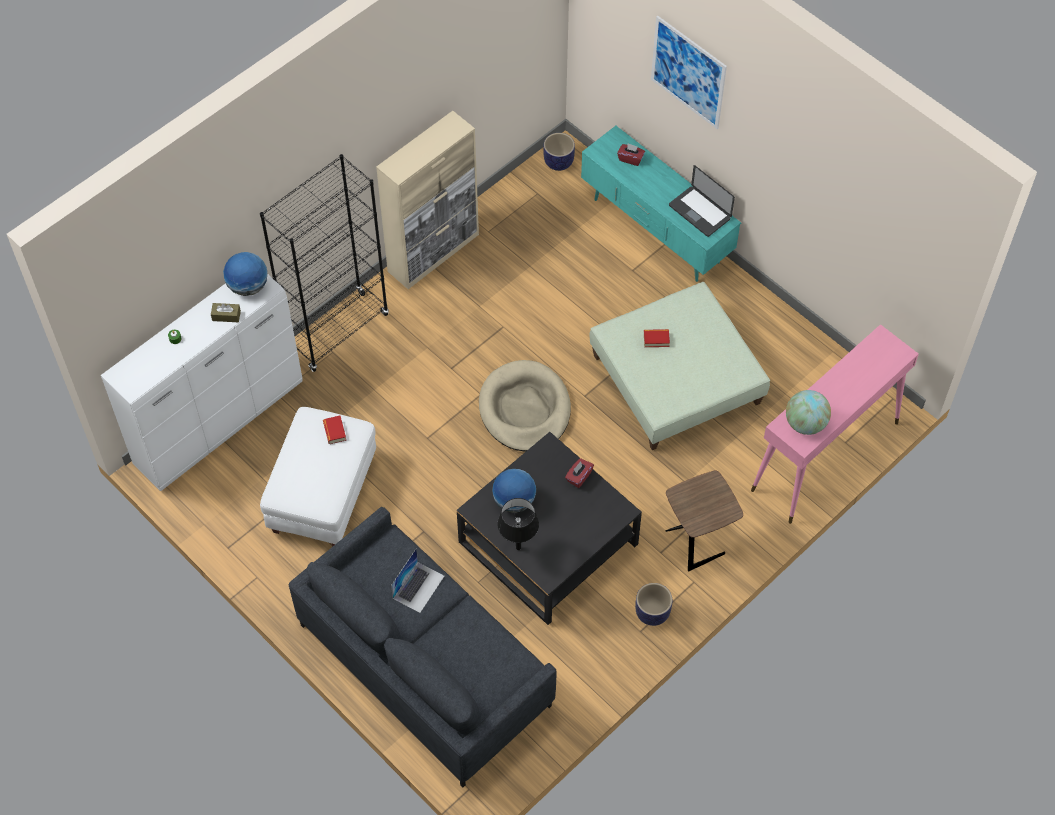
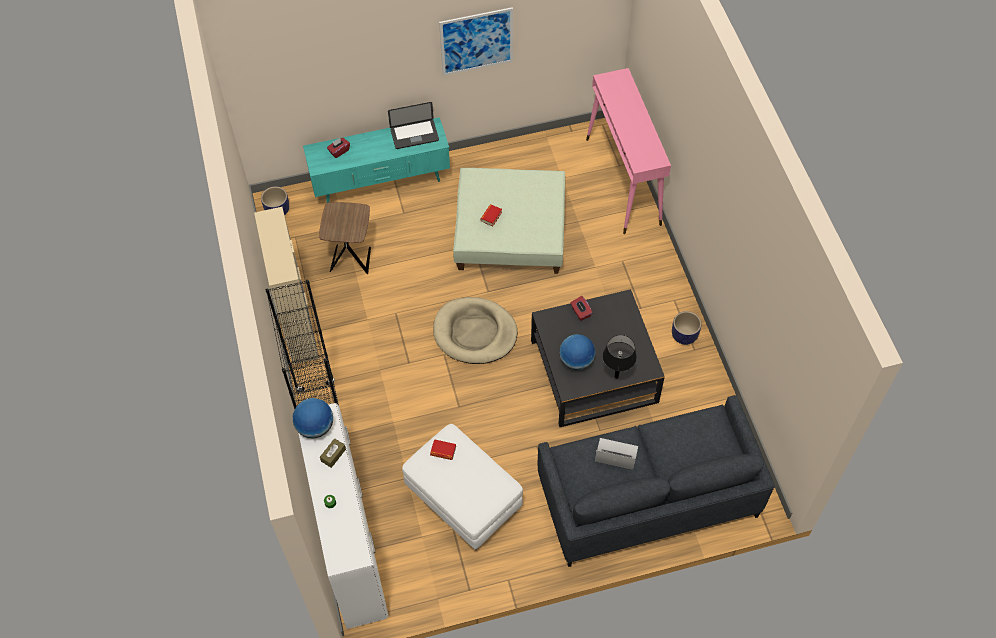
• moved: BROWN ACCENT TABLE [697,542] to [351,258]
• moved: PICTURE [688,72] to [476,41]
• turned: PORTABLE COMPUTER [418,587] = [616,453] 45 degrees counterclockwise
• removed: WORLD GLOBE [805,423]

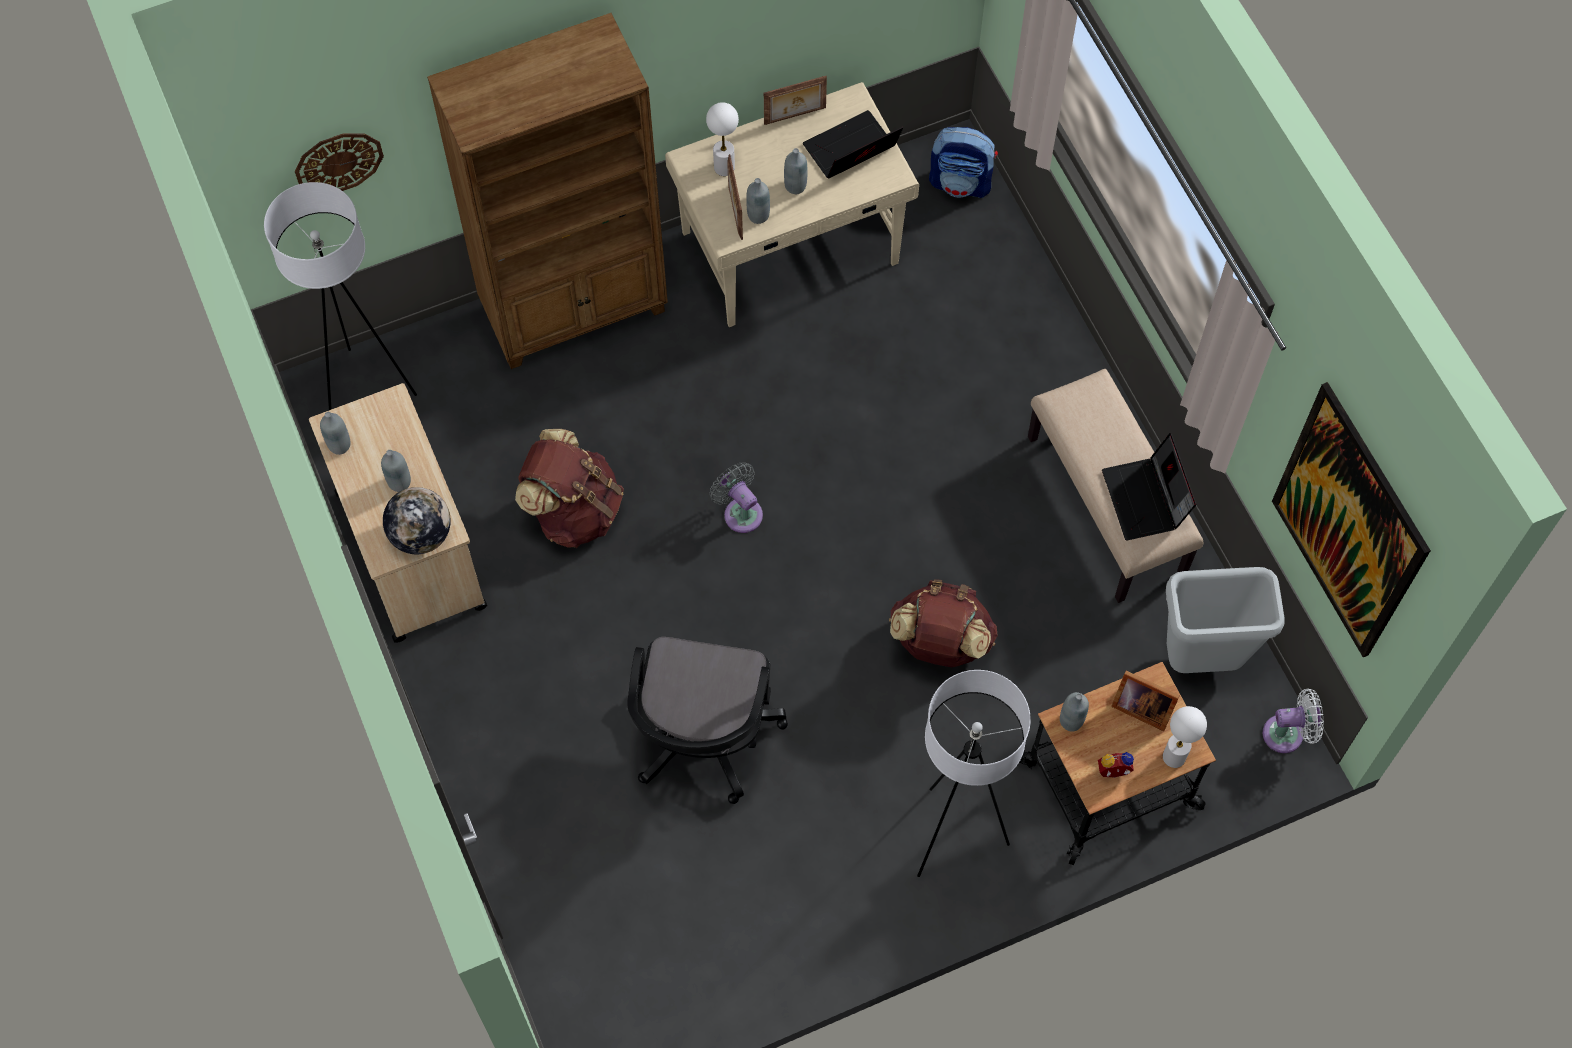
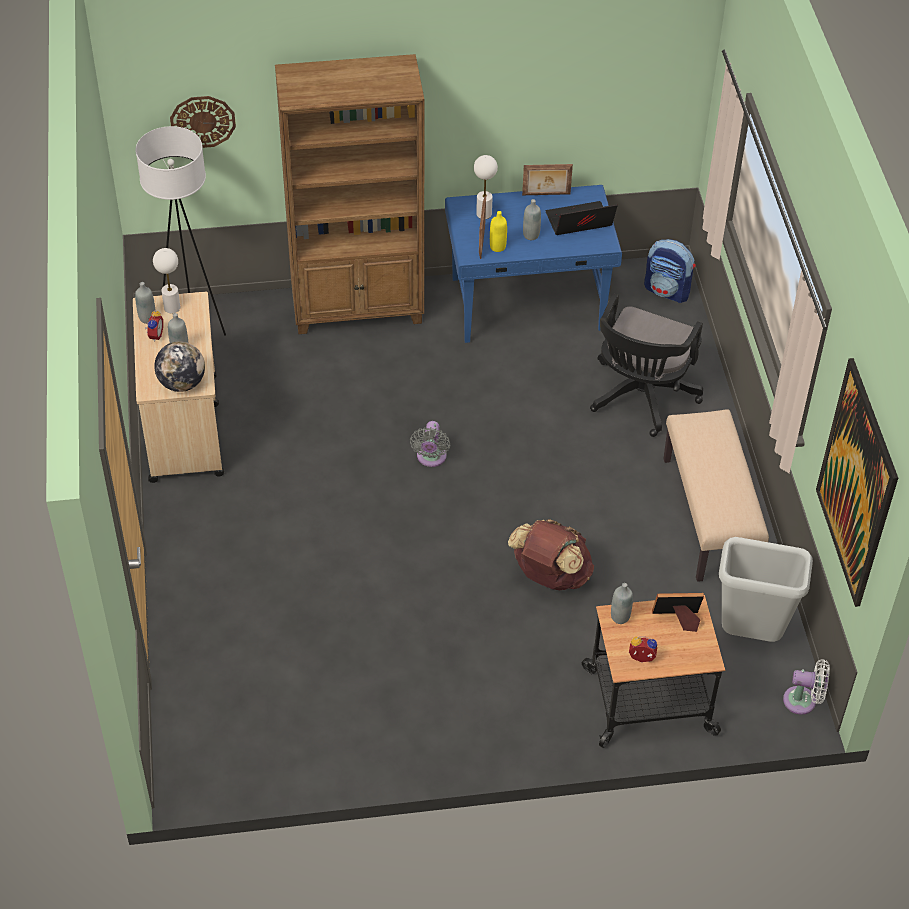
• added: BEDSIDE CLOCK [154,335]
• moved: WHITE-COLOURED TABLE LAMP [1173,756] to [172,307]
• turned: GRAY FAN [740,512] = [431,458] 150 degrees counterclockwise
• recoloured: BEIGE DESK UNIT [792,249] to BLUE-COLOURED DESK UNIT [528,305]
• recoloured: GRAY BOTTLE [758,215] to YELLOW BOTTLE [497,247]
• moved: BLACK-COLOURED DESK CHAIR [702,740] to [640,398]
• turned: STANDING FRAME [1140,706] = [677,620] 135 degrees clockwise
• removed: BROWN KNAPSACK [574,510]
• removed: WHITE-COLOURED STANDARD LAMP [954,836]
• removed: PORTABLE COMPUTER [1146,500]

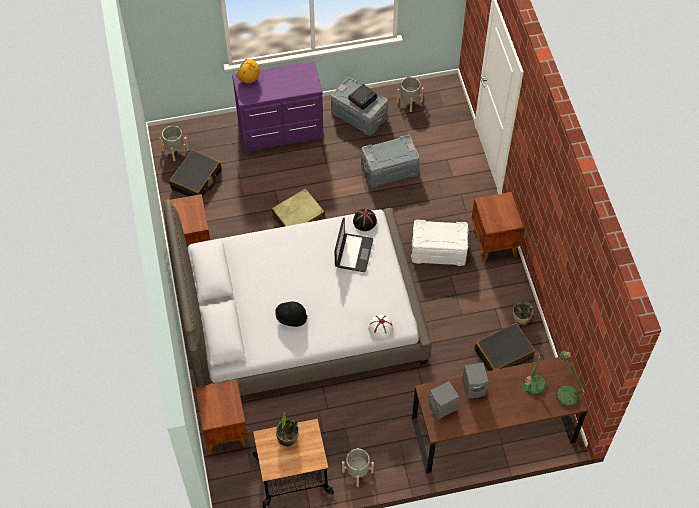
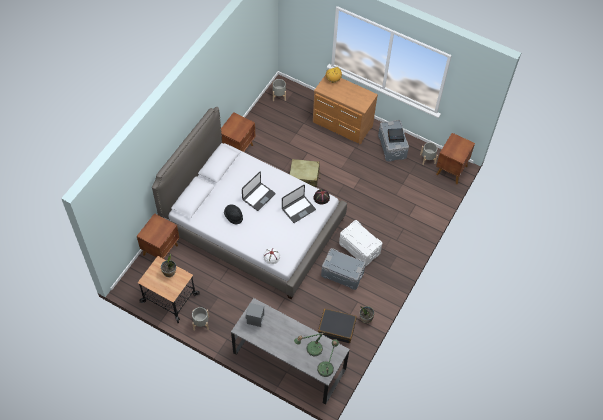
• recoloured: BROWN DESK UNIT [493,430] to GRAY DESK UNIT [289,361]
• added: PORTABLE COMPUTER [258,196]
• recoloured: PURPLE CHEST OF DRAWERS [281,132] to BROWN CHEST OF DRAWERS [342,125]
• moved: GRAY STORAGE CONTAINER [390,170] to [342,274]
• moved: BROWN NIGHTSTAND [494,244] to [451,170]
• removed: BLACK-COLOURED TRAVEL CASE [196,180]
• removed: GRAY AUDIO SPEAKER [474,387]

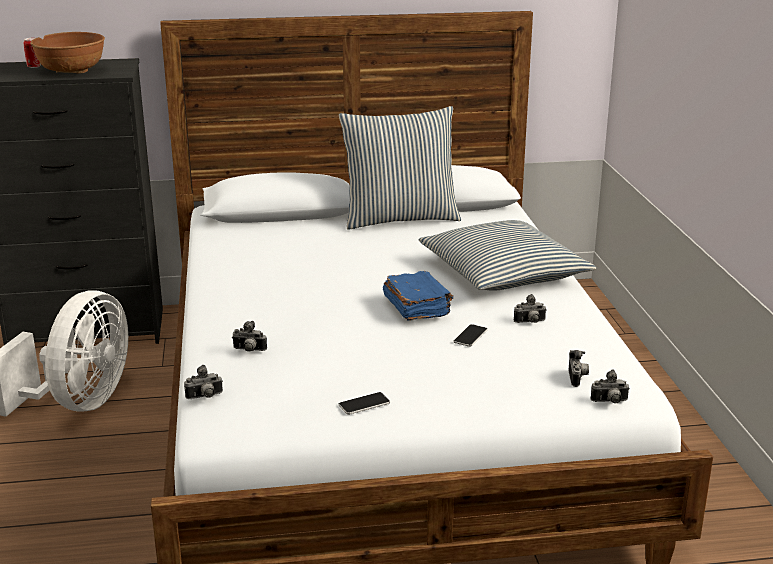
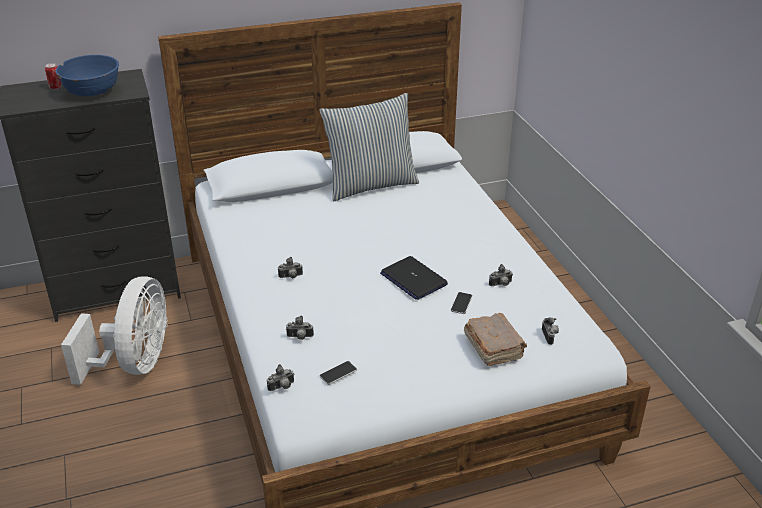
• recoloured: BROWN DEEP DISH [71,71] to BLUE-COLOURED DEEP DISH [92,92]
• moved: PHOTO CAMERA [610,402] to [291,277]
• moved: HANDSET [364,404] to [338,373]
• replaced: BLUE-COLOURED BOUND BOOK [417,307] to PORTABLE COMPUTER [413,279]
• added: BROWN BOUND BOOK [493,347]
• removed: CUSHION [503,272]

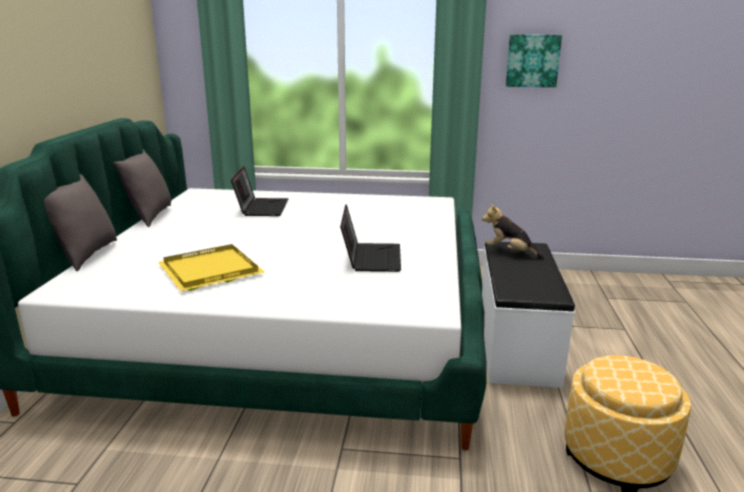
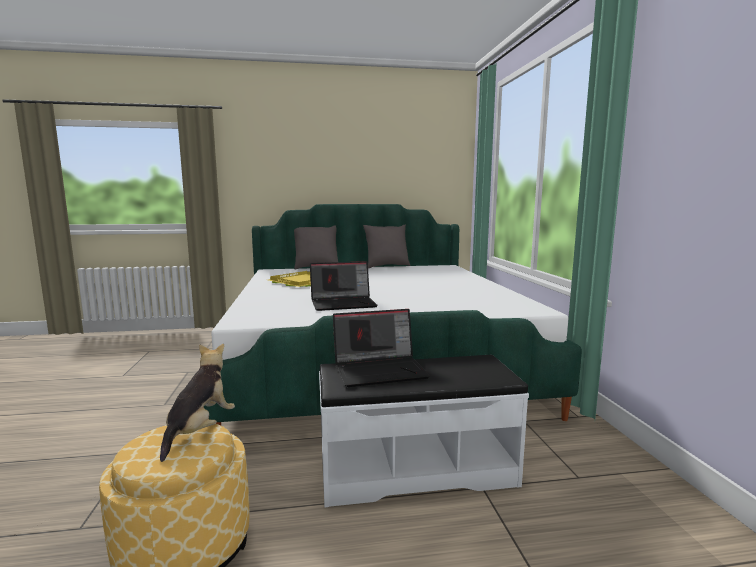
• moved: PLUSH TOY [510,252] to [200,430]
• moved: PORTABLE COMPUTER [261,207] to [380,370]
• removed: PICTURE [532,60]

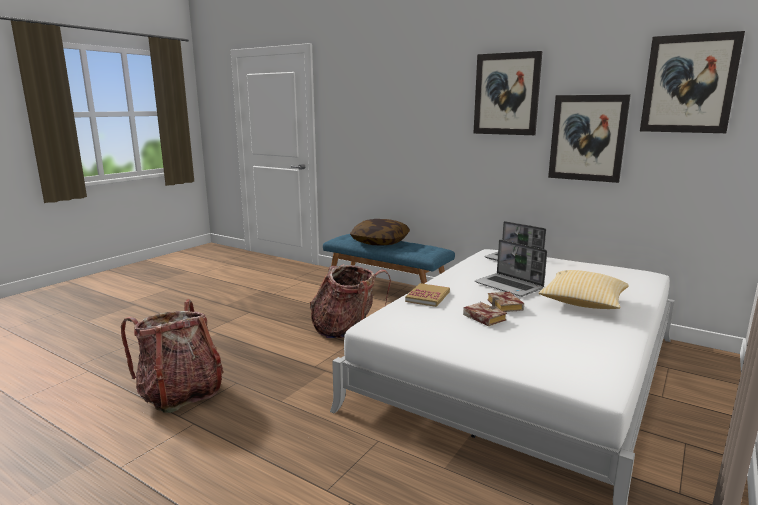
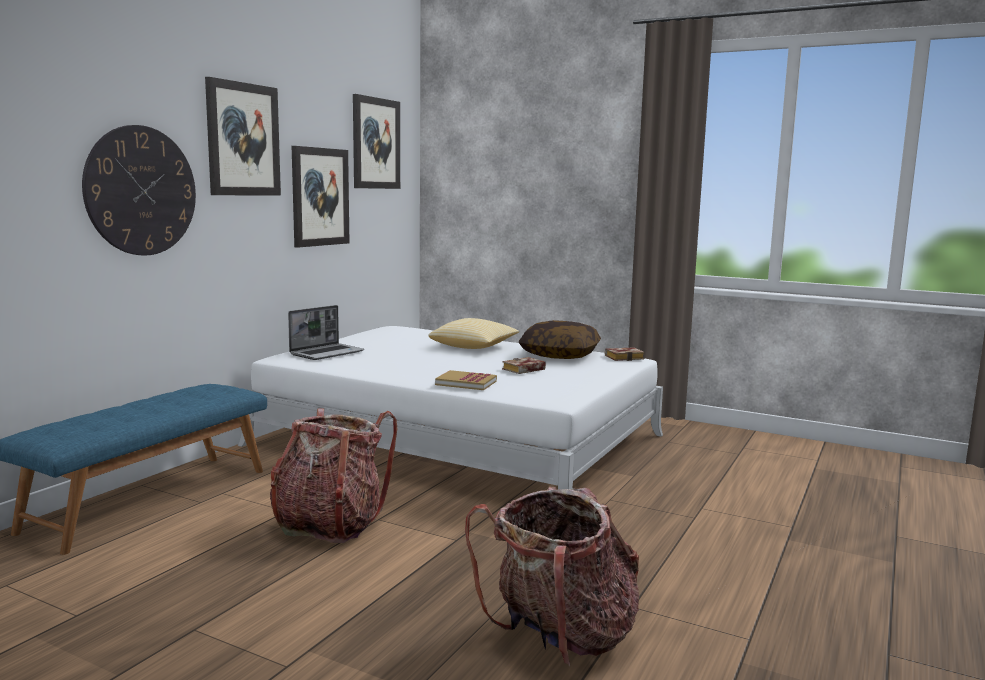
• added: HANGING CLOCK [141,191]
• moved: CUSHION [380,242] to [559,355]
• moved: BOUND BOOK [506,306] to [625,357]
• removed: PORTABLE COMPUTER [509,286]

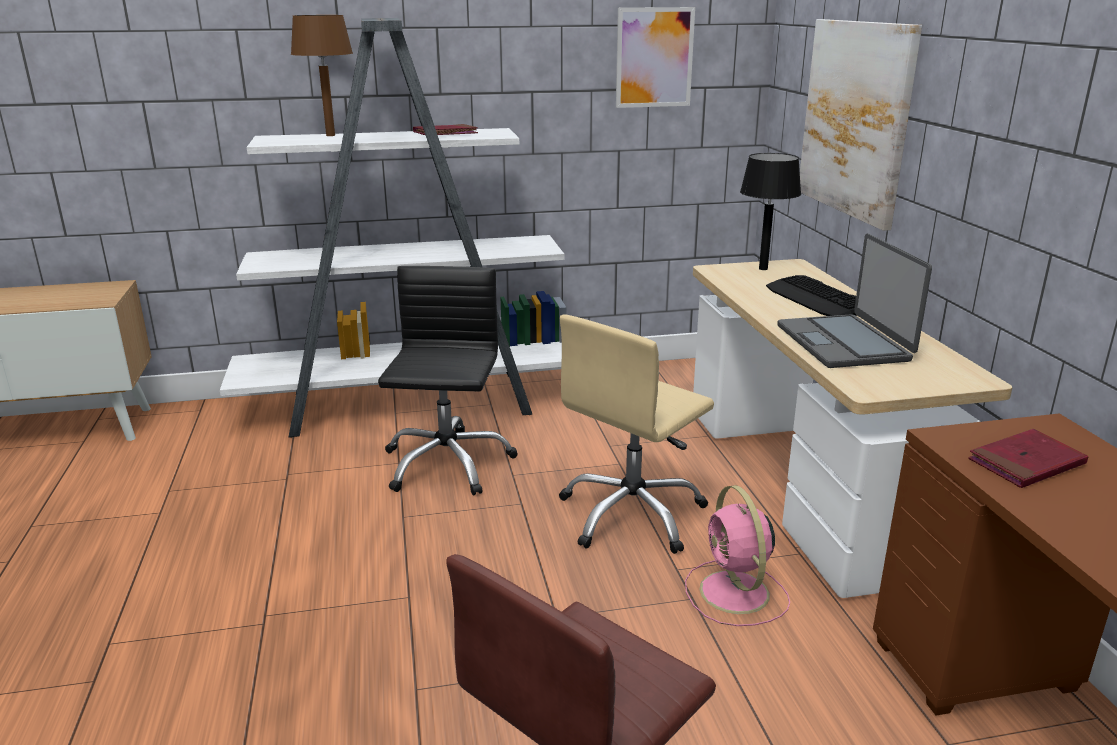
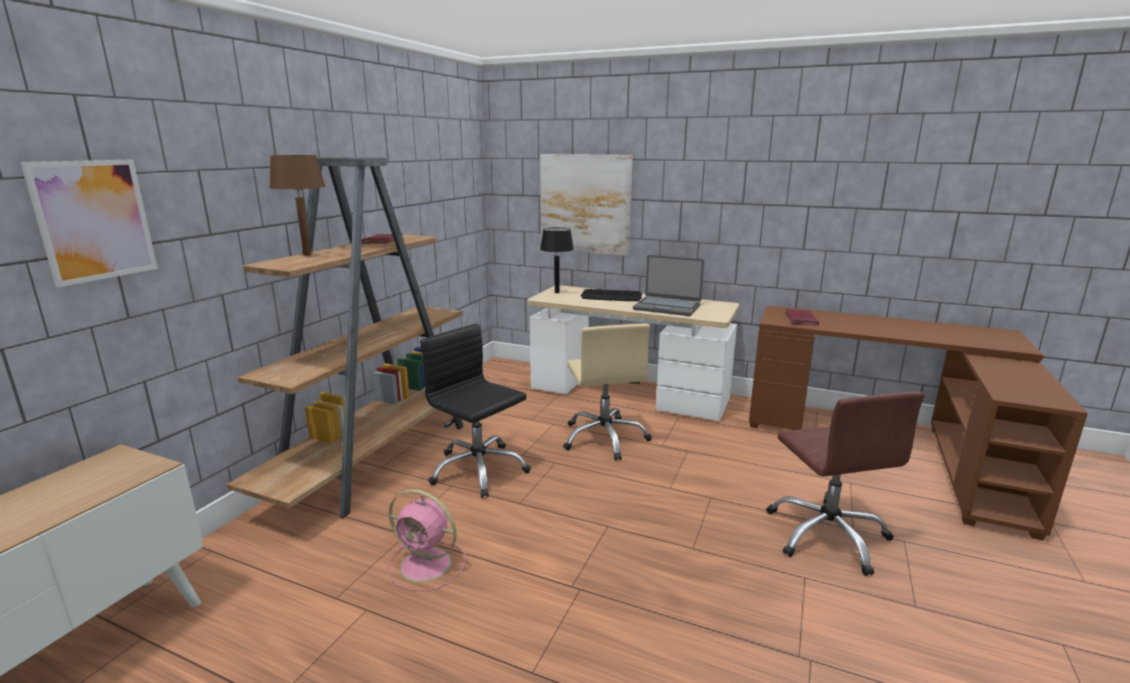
• moved: PICTURE [654,57] to [95,220]
• recoloured: WHITE-COLOURED BOOKSHELF [415,403] to BROWN BOOKSHELF [380,456]
• moved: PINKISH FAN [735,594] to [428,565]

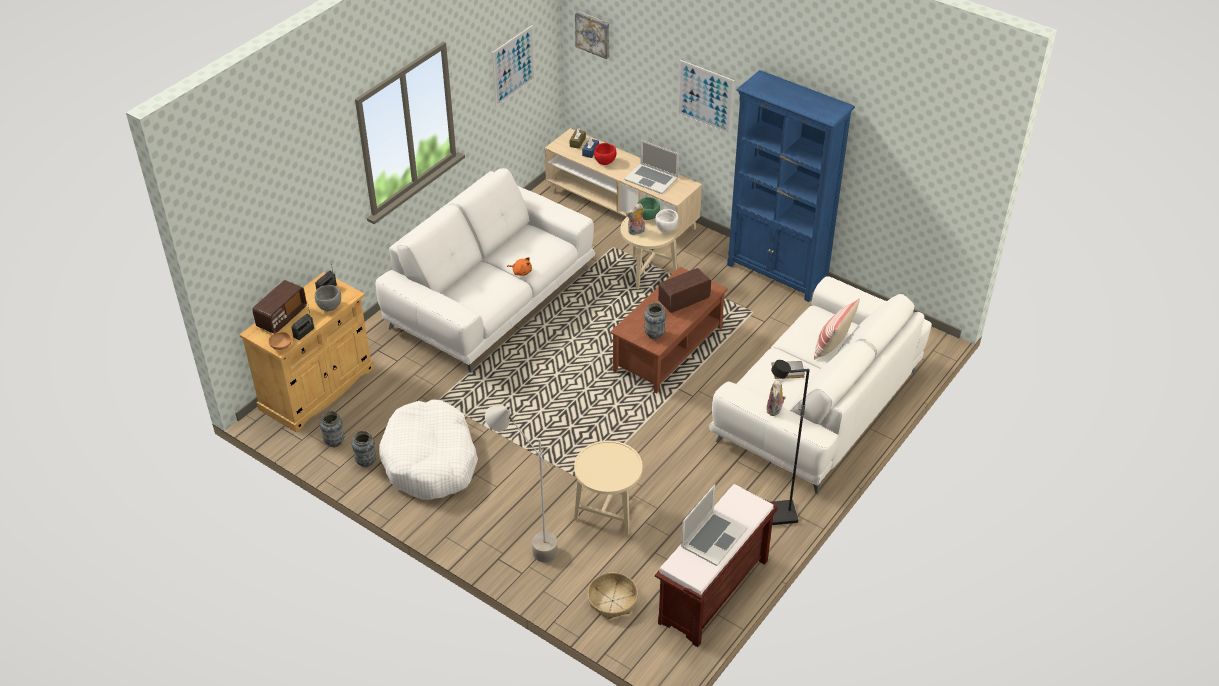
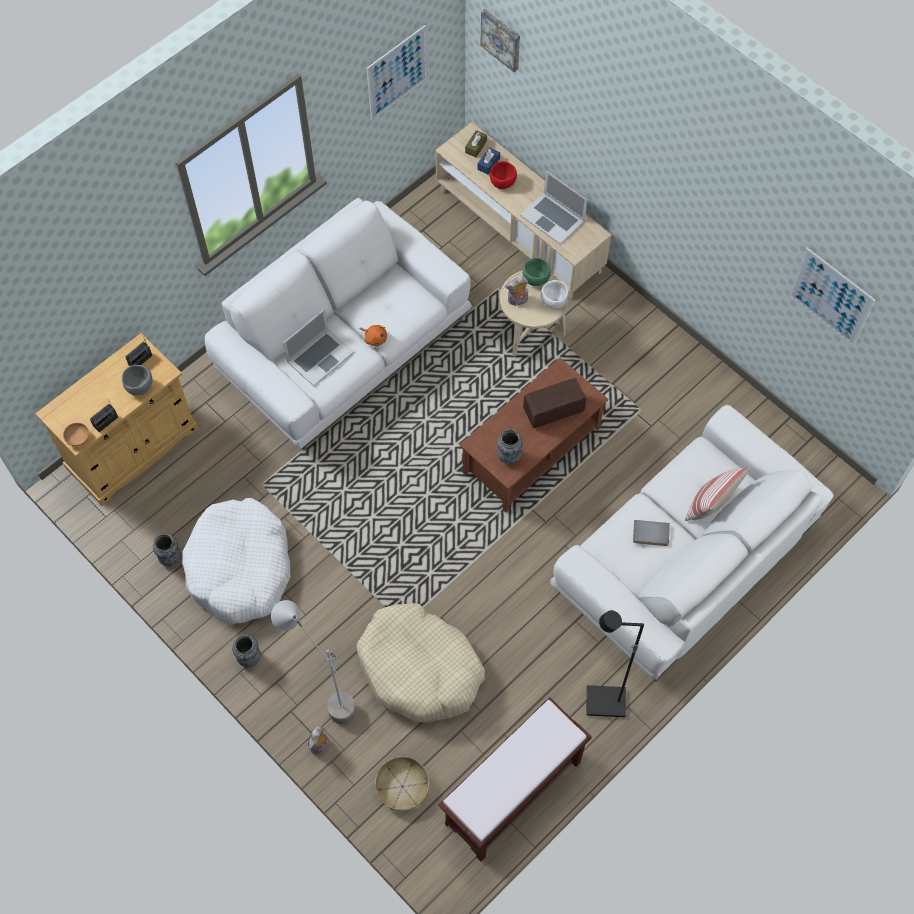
• moved: DECORATIVE VASE [334,442] to [249,658]
• moved: PORTABLE COMPUTER [713,537] to [320,356]
• moved: PLUSH TOY [775,410] to [320,746]
• replaced: BEIGE ACCENT TABLE [608,512] to BEIGE PET BED [420,669]
• moved: PICTURE [705,97] to [831,297]
• removed: RADIO [282,317]
• removed: BLUE-COLOURED BOOKSHELF [777,274]

